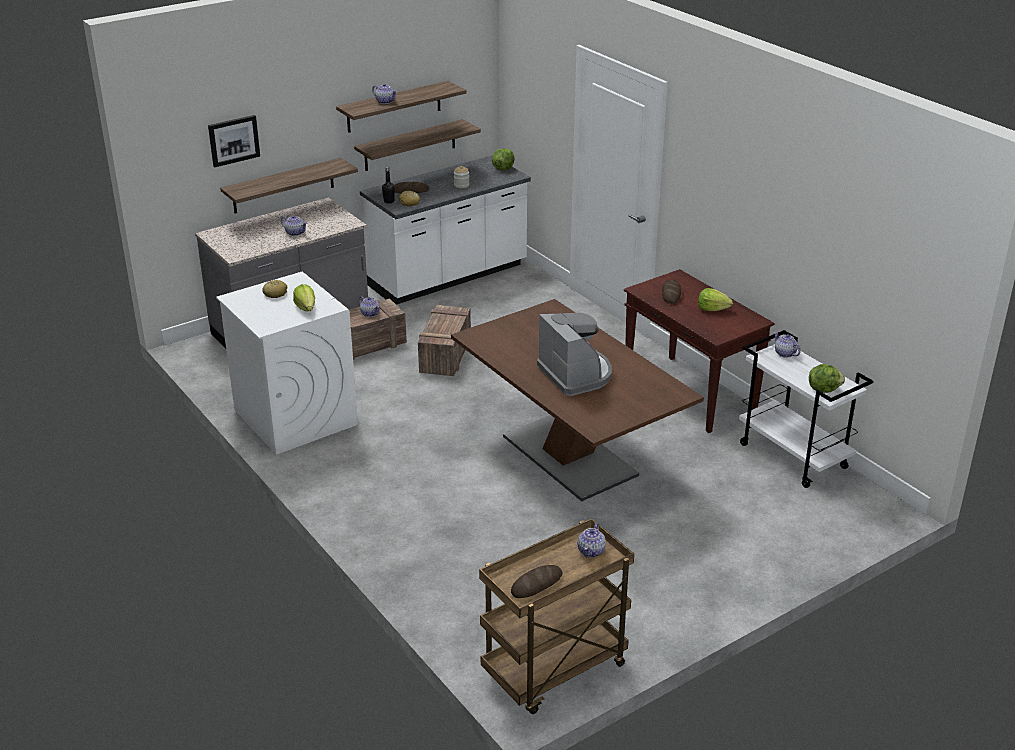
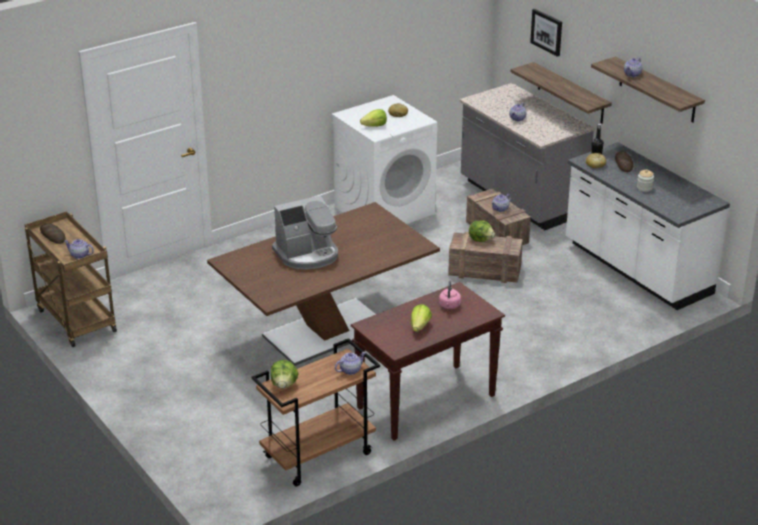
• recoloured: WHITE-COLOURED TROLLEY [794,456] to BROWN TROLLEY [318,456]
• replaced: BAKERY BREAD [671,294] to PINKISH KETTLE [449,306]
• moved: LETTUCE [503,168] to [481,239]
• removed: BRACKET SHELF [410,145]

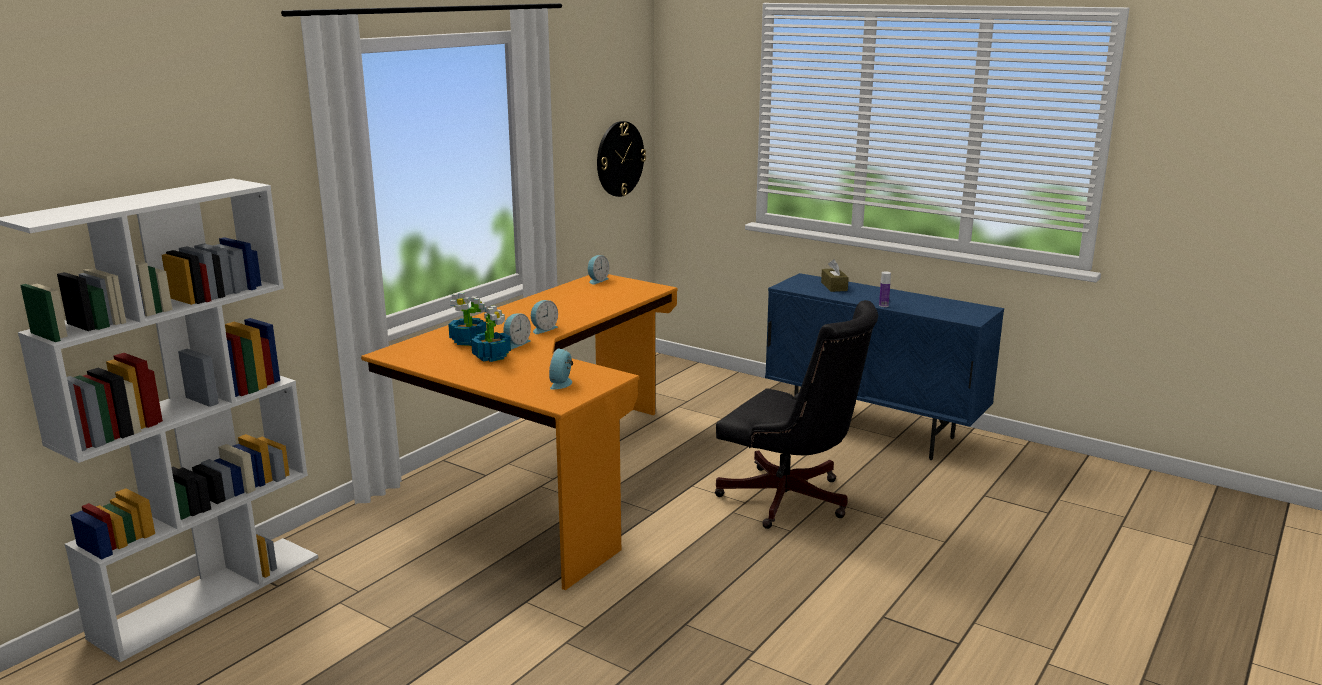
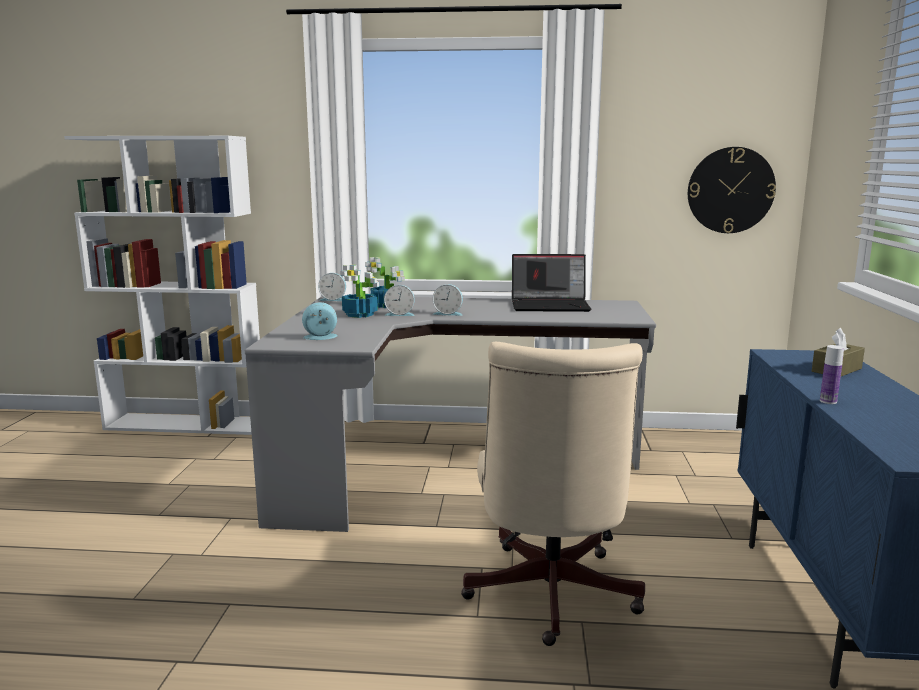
• recoloured: ORANGE DESK UNIT [545,478] to GRAY DESK UNIT [444,464]
• moved: BEDSIDE CLOCK [597,280] to [333,299]
• recoloured: BLACK-COLOURED DESK CHAIR [791,501] to BEIGE DESK CHAIR [549,598]
• added: PORTABLE COMPUTER [551,305]

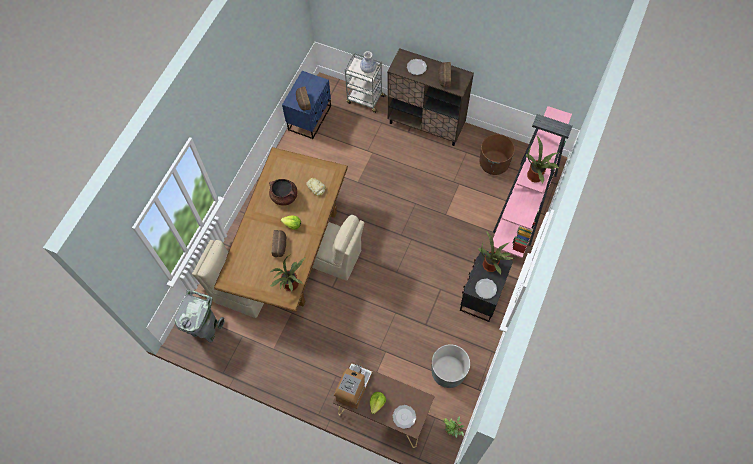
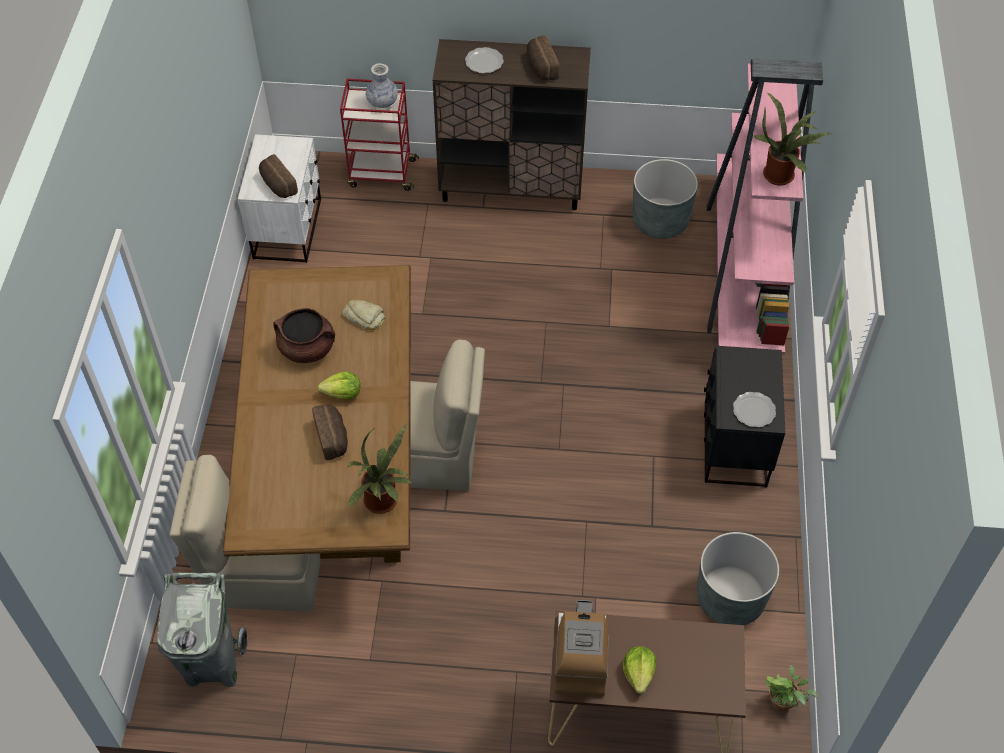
• recoloured: BLUE-COLOURED NIGHTSTAND [310,118] to WHITE-COLOURED NIGHTSTAND [288,228]
• recoloured: GRAY TROLLEY [365,99] to REDDISH TROLLEY [381,173]
• recoloured: BROWN FLOWER POT [494,163] to GRAY FLOWER POT [660,221]
• removed: FLAT DISH [404,416]
• removed: HOUSEPLANT [492,264]

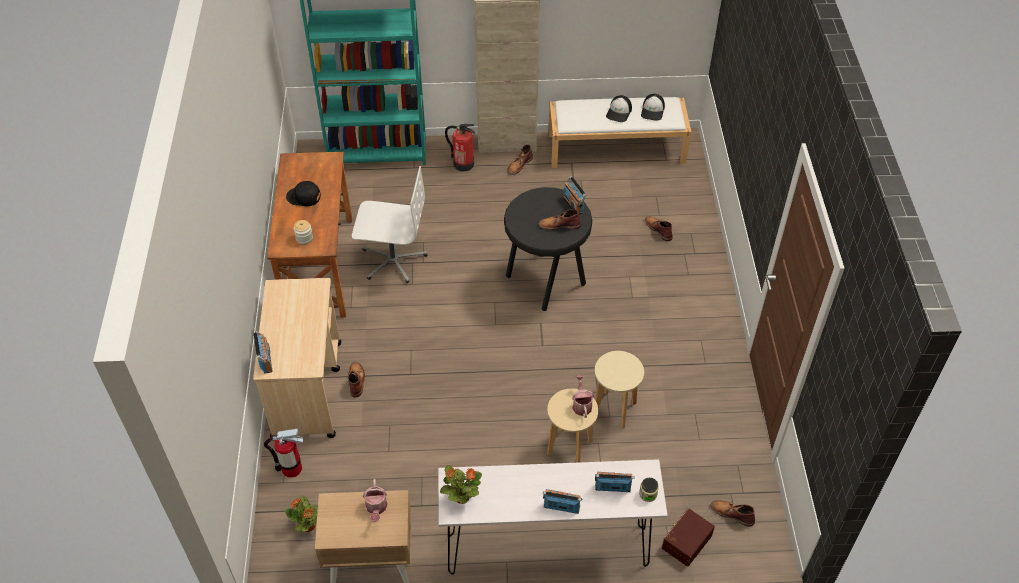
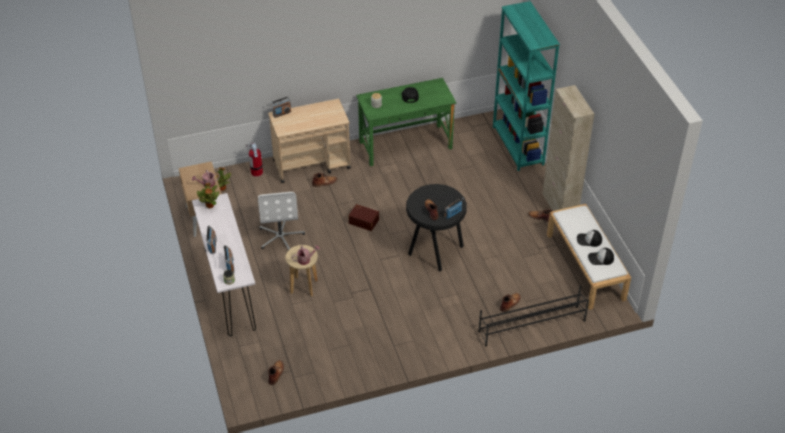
• moved: WHITE-COLOURED DESK CHAIR [393,260] to [281,236]
• moved: BROWN STORAGE CONTAINER [685,541] to [364,221]
• recoloured: BROWN DESK UNIT [319,267] to GREENISH DESK UNIT [405,145]
• added: BLACK-COLOURED SHOE STAND [531,326]
• removed: FIRE EXTINGUISHER [463,164]
• removed: BEIGE STOOL SEAT [614,410]

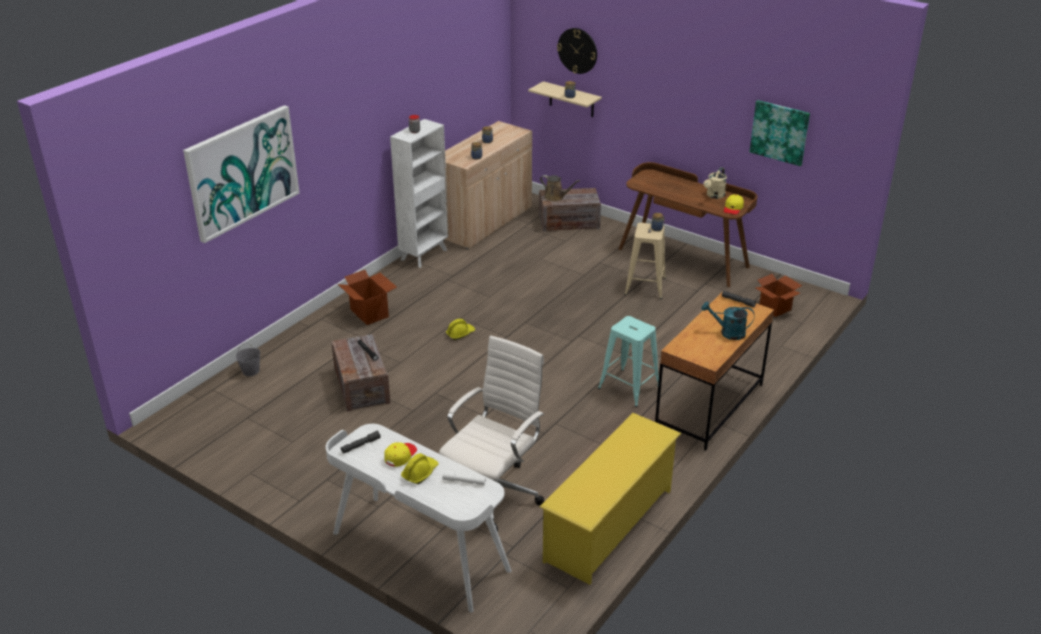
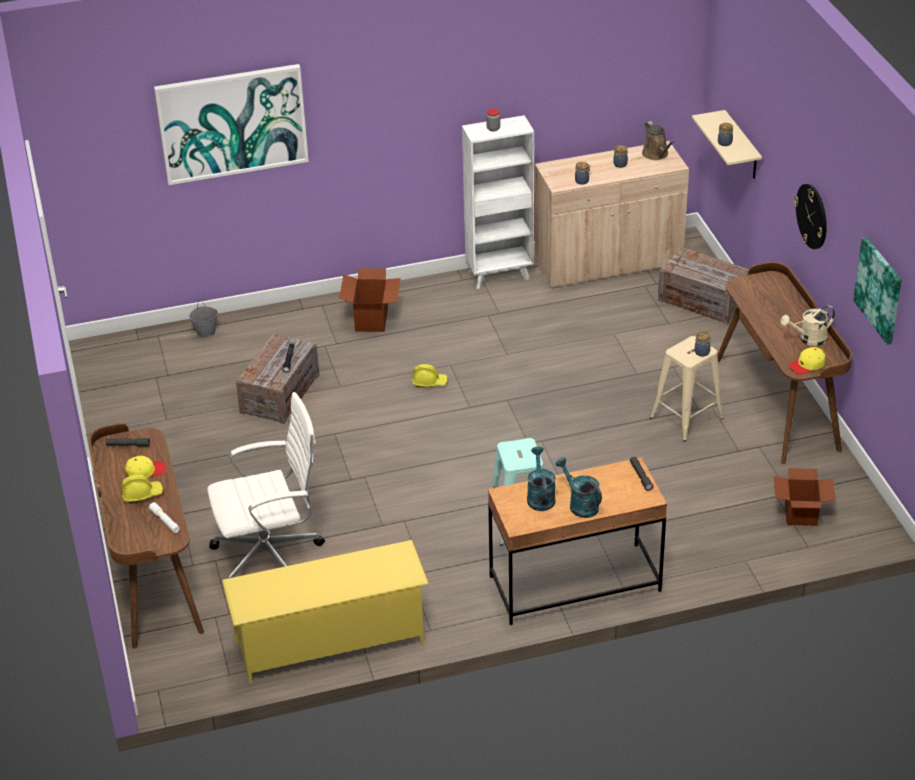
• recoloured: WHITE-COLOURED DESK UNIT [419,552] to BROWN DESK UNIT [152,575]
• added: TURQUOISE WATERING POT [540,496]
• moved: BROWN WATERING POT [555,197] to [656,154]
• moved: HANGING CLOCK [577,50] to [812,216]

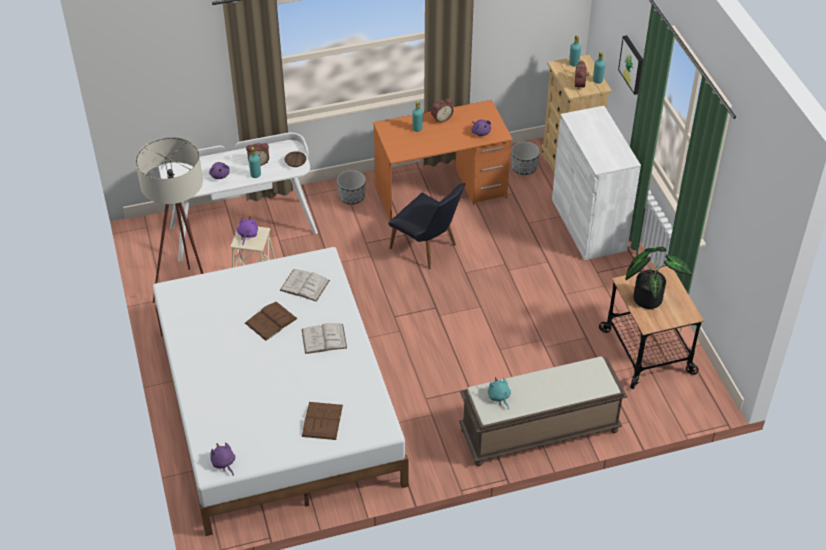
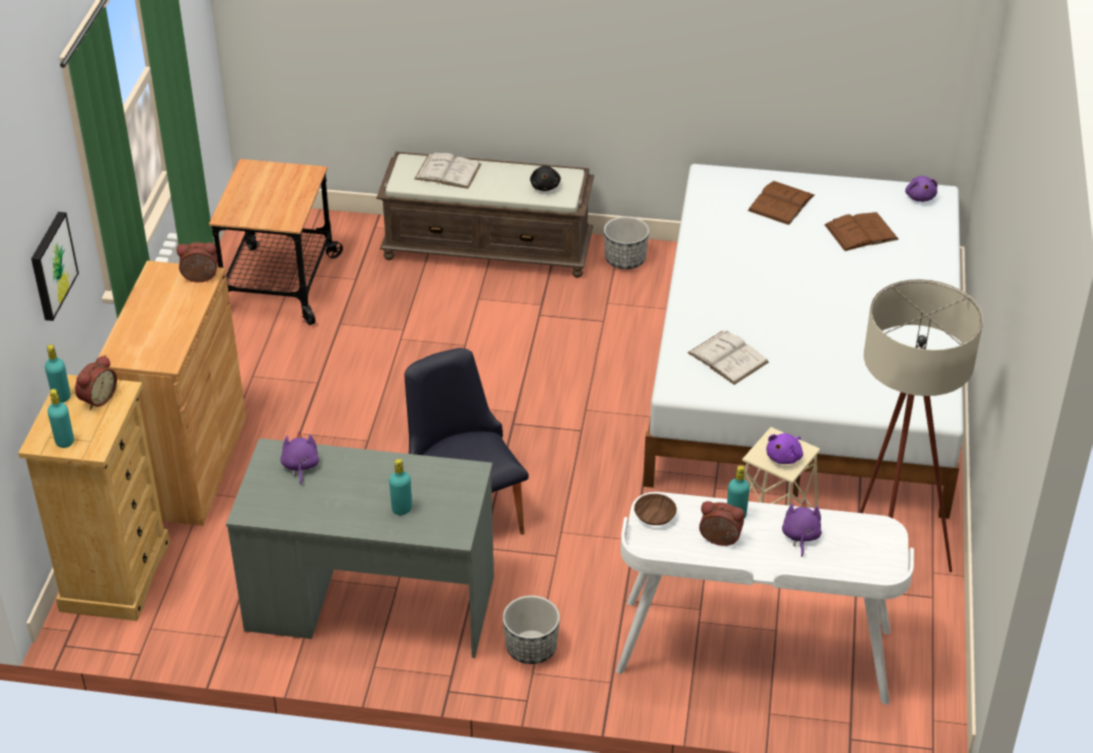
• recoloured: WHITE-COLOURED CABINET [588,225] to BROWN CABINET [187,466]
• moved: BEDSIDE CLOCK [441,118] to [200,278]
• recoloured: ORANGE DESK UNIT [441,192] to GRAY DESK UNIT [370,604]
• moved: WHITE-COLOURED BOUND BOOK [324,339] to [448,171]
• recoloured: TURQUOISE PLUSH TOY [499,397] to BLACK-COLOURED PLUSH TOY [545,186]
• moved: FLOWER POT [524,168] to [625,260]
• moved: BROWN BOUND BOOK [271,321] to [861,232]
• removed: HOUSEPLANT [649,296]

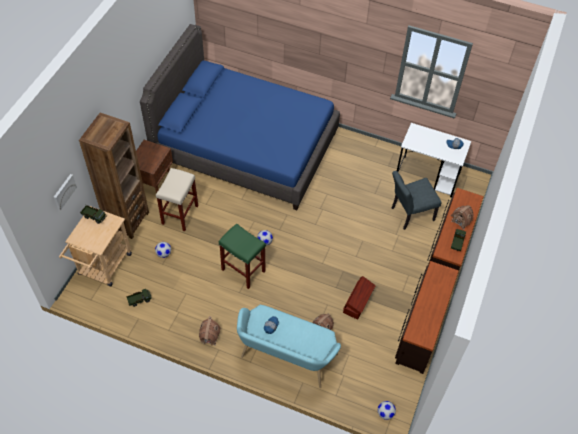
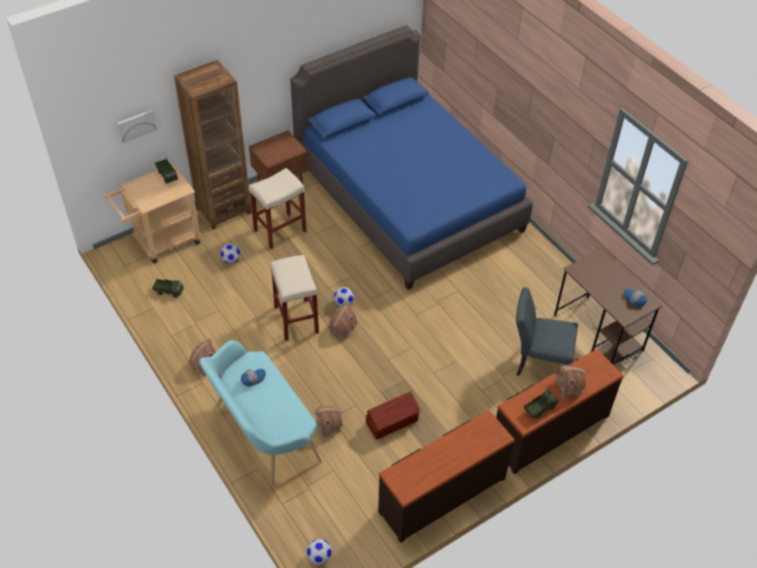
• recoloured: GREENISH STOOL SEAT [242,270] to BEIGE STOOL SEAT [295,319]
• added: MINIATURE HOUSE [342,330]
• recoloured: WHITE-COLOURED DESK UNIT [427,176] to BROWN DESK UNIT [598,333]

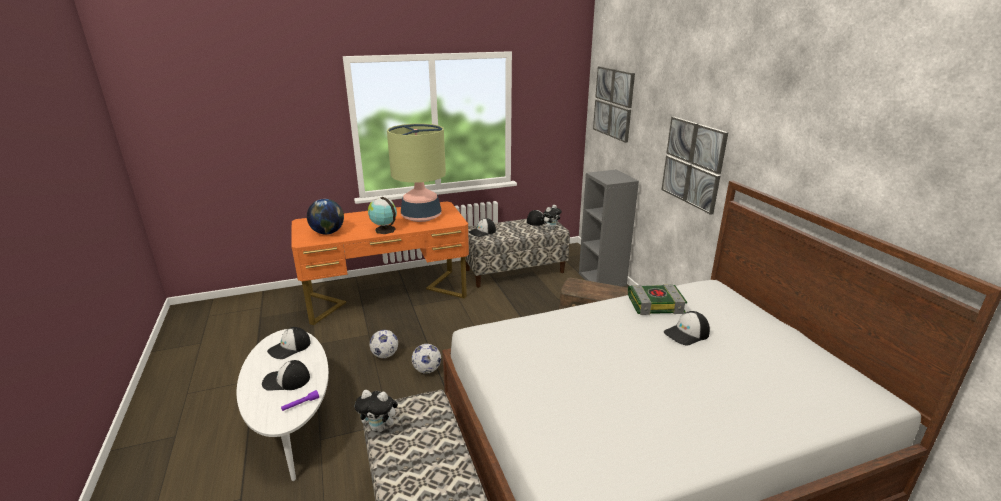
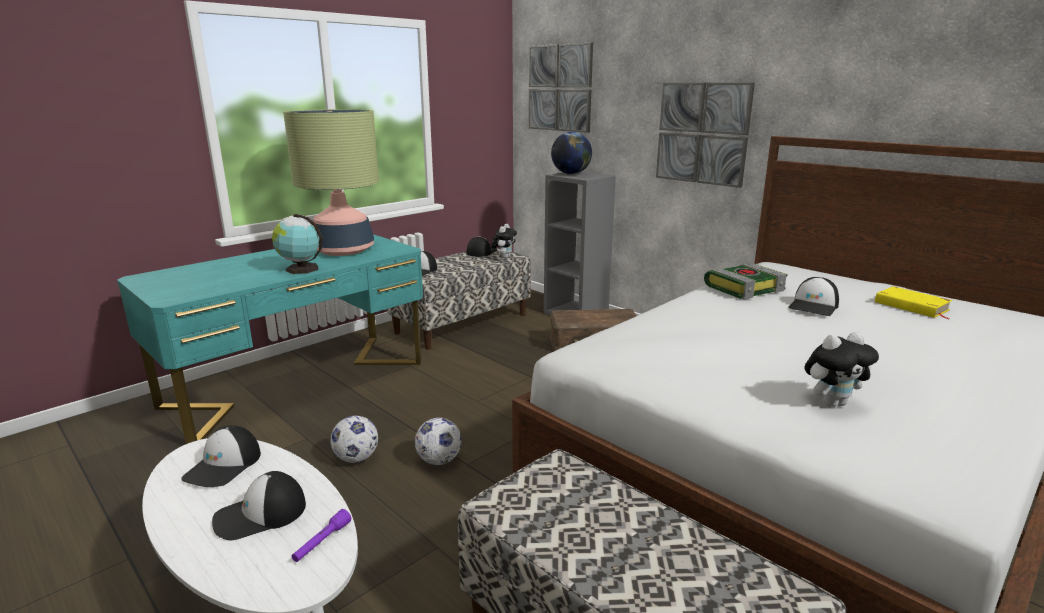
• recoloured: ORANGE DESK UNIT [387,296] to TURQUOISE DESK UNIT [298,384]
• moved: WORLD GLOBE [328,233] to [571,174]
• moved: PLUSH TOY [380,428] to [832,402]
• added: YELLOW BOUND BOOK [911,306]

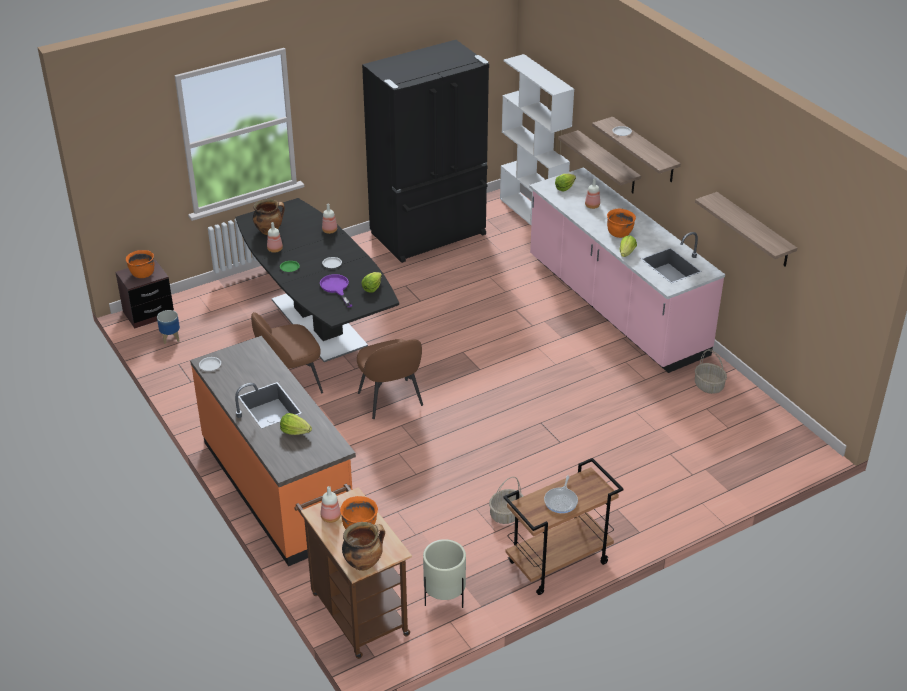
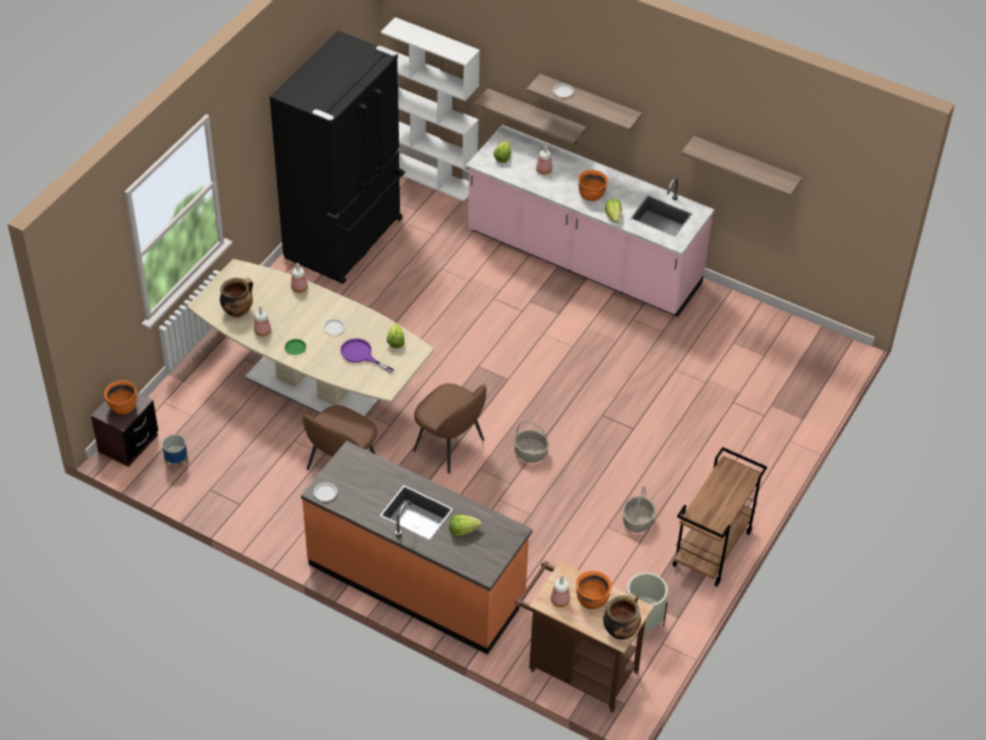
• recoloured: BLACK-COLOURED DINNER TABLE [318,322] to BEIGE DINNER TABLE [313,386]
• moved: HOUSEHOLD BASKET [709,386] to [531,453]
• removed: PAN [561,501]

